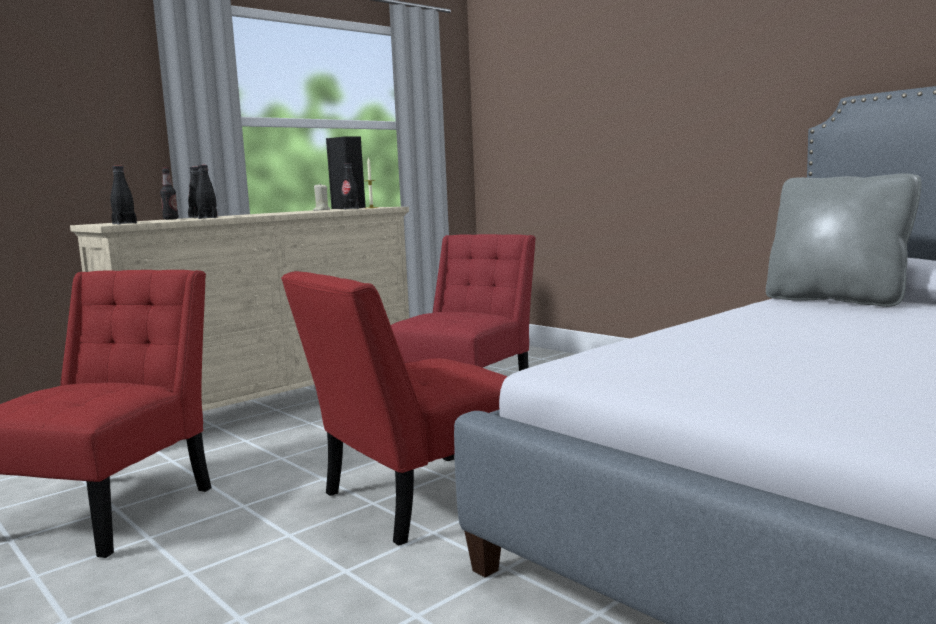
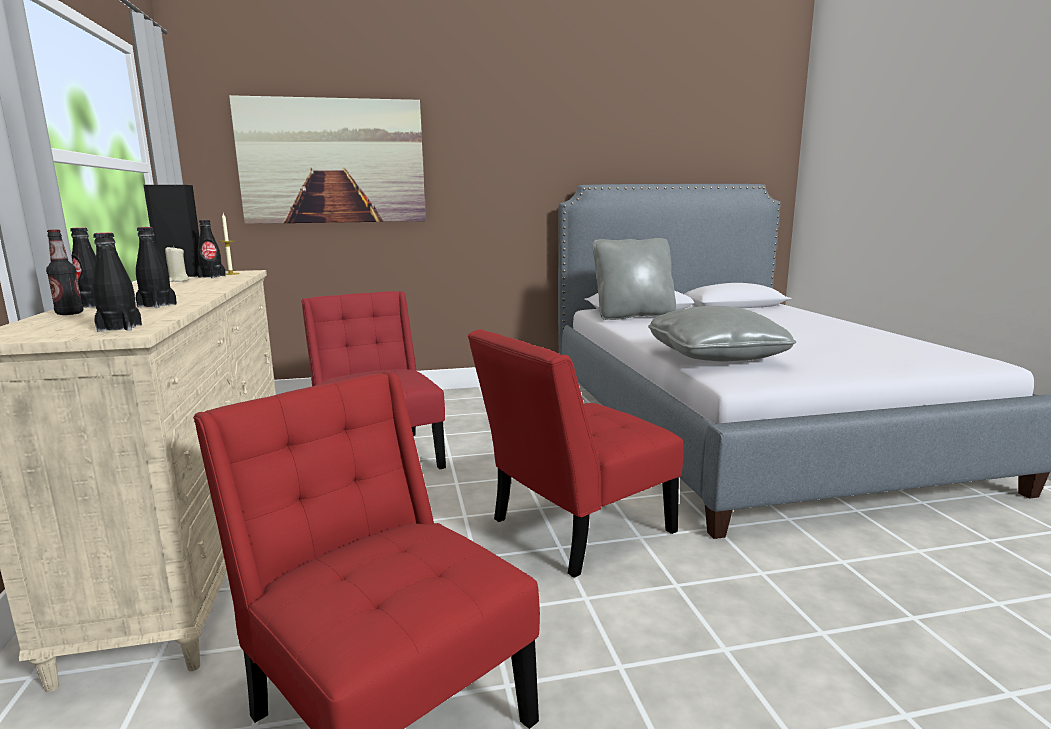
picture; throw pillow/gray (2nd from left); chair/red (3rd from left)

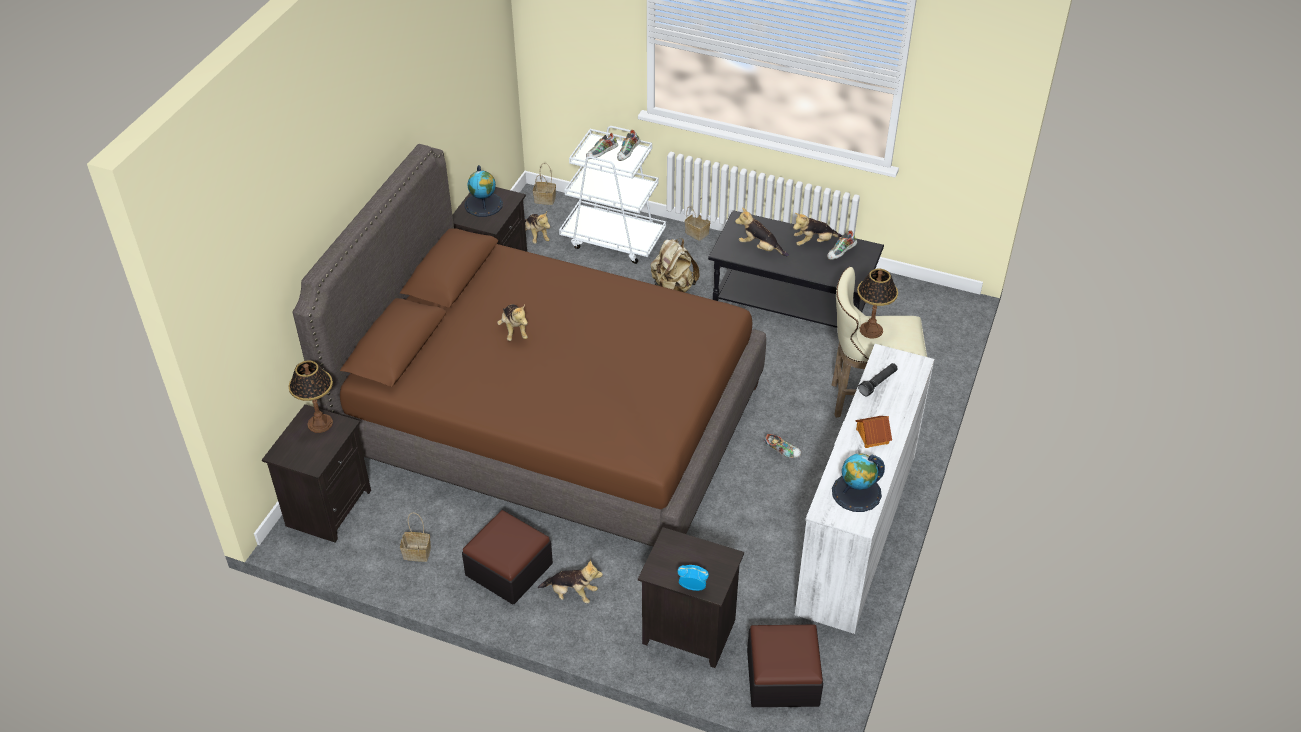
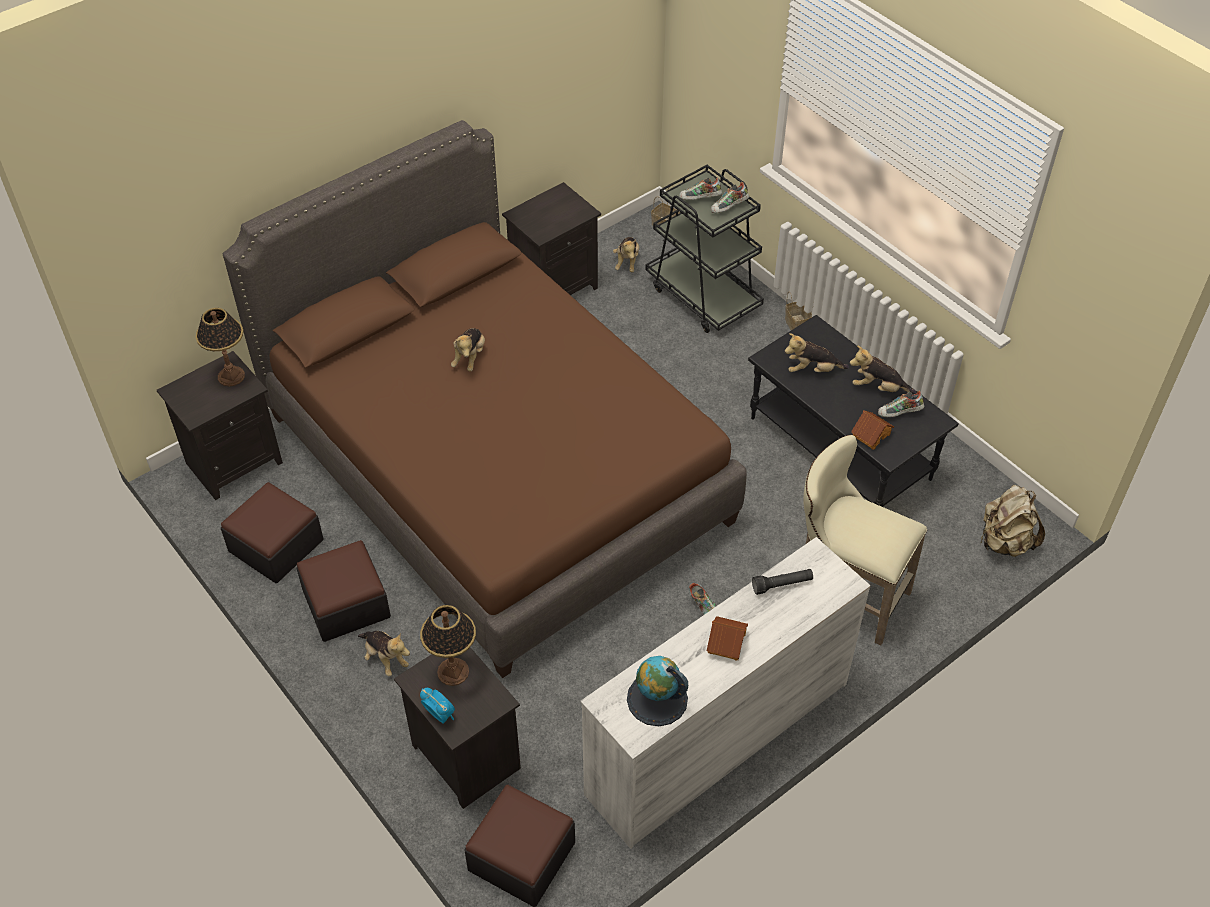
world globe (1st from left in the first image); toy house (2nd from left); knapsack/sand-coloured; table lamp (2nd from left); ottoman (1st from left); wheeled cart/blackish; plush toy (4th from left)

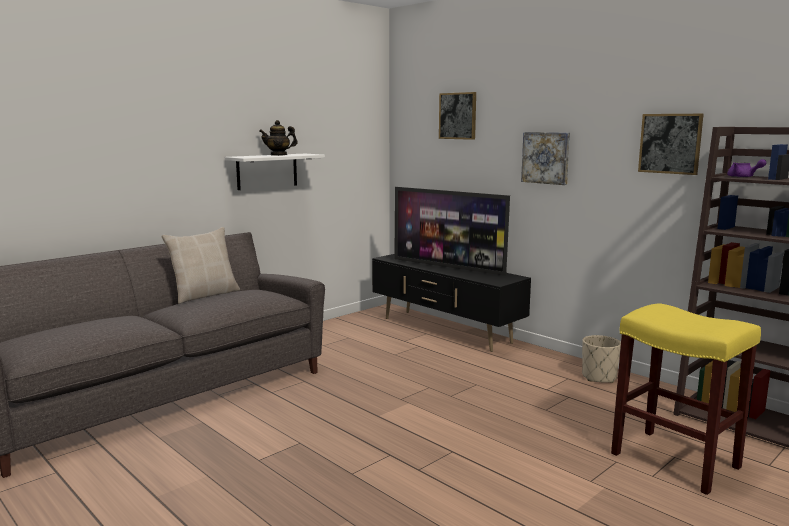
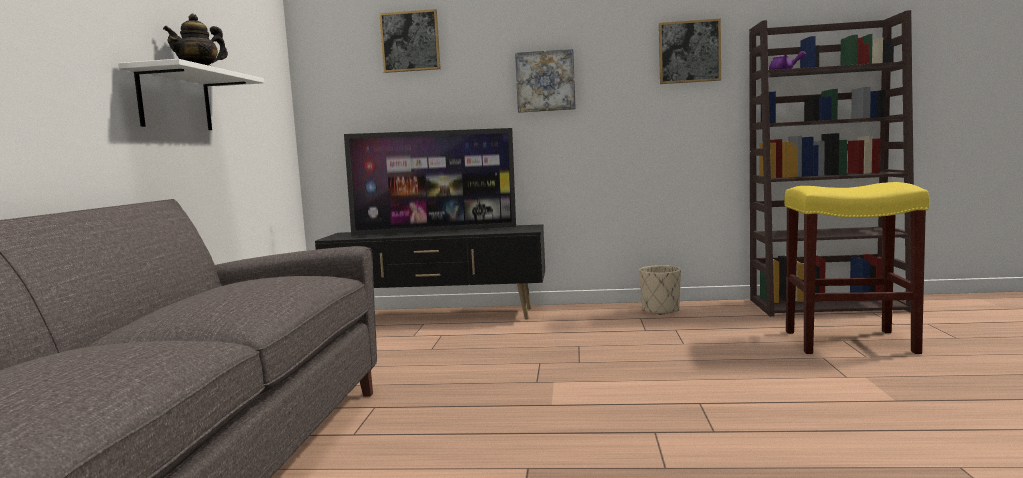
throw pillow/sand-coloured

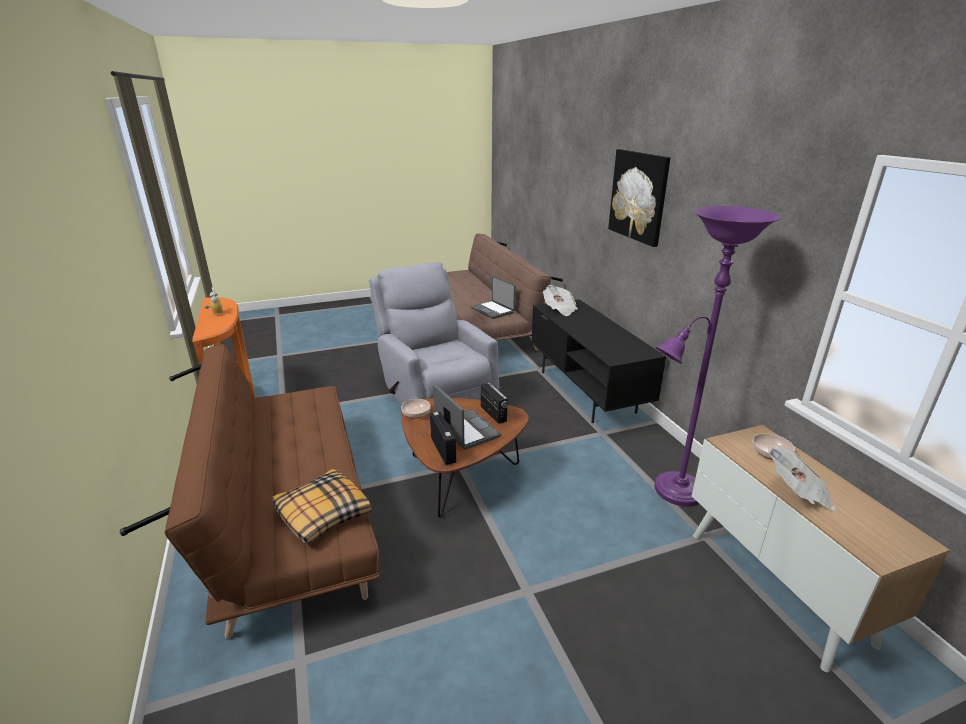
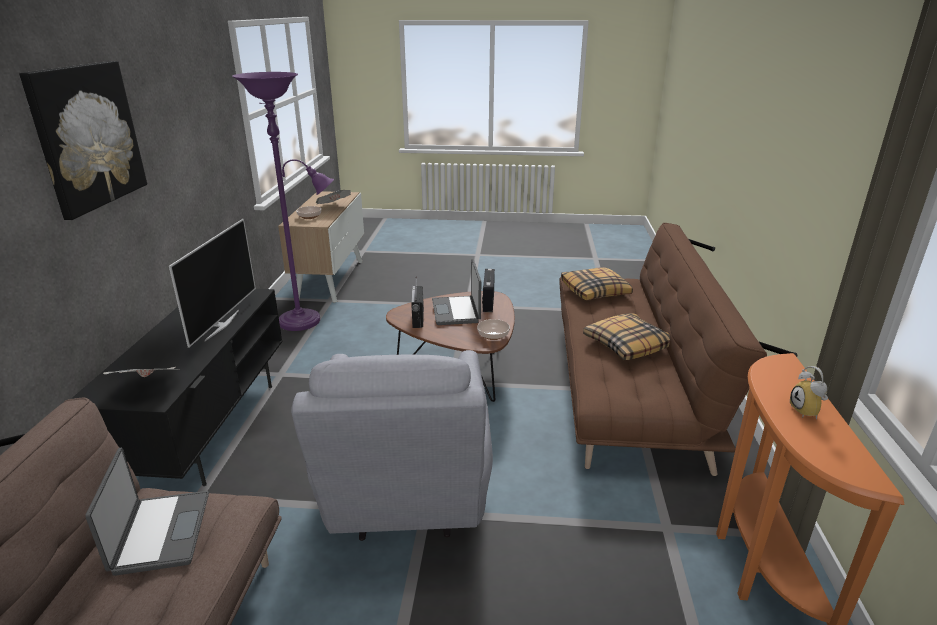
television; throw pillow (2nd from left)

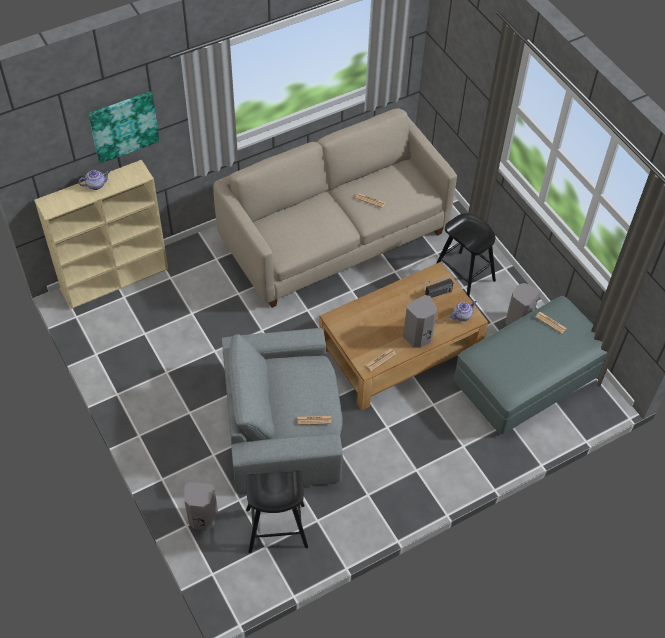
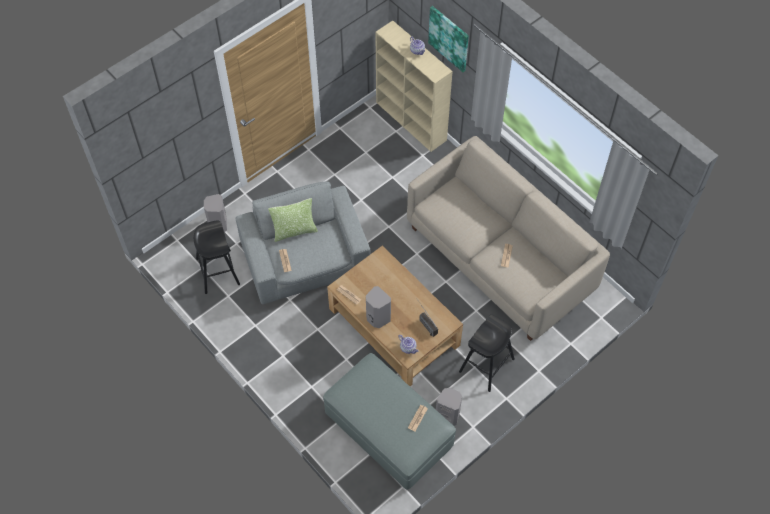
throw pillow

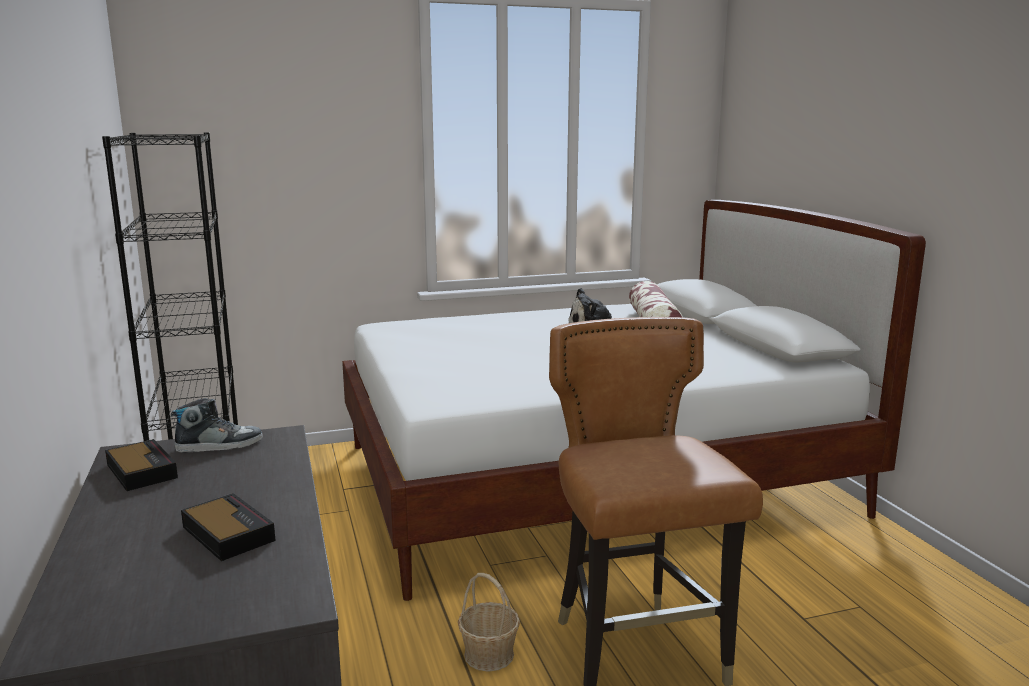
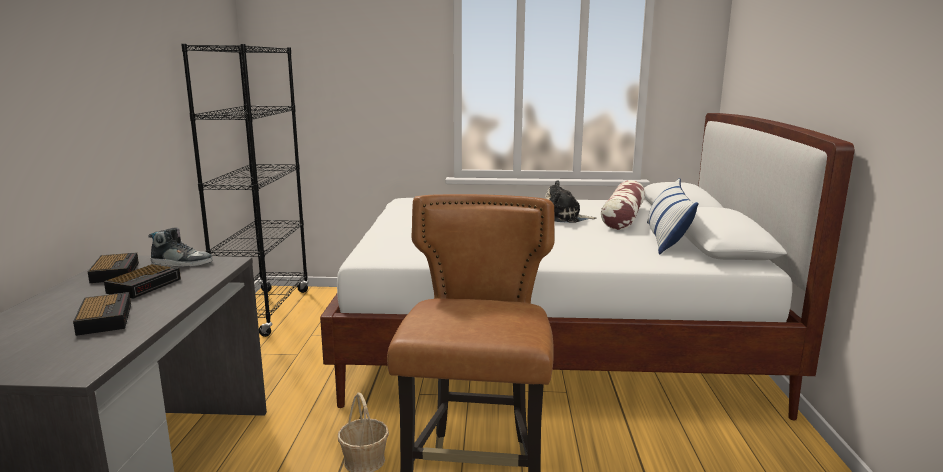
table clock (3rd from left); throw pillow (2nd from left)

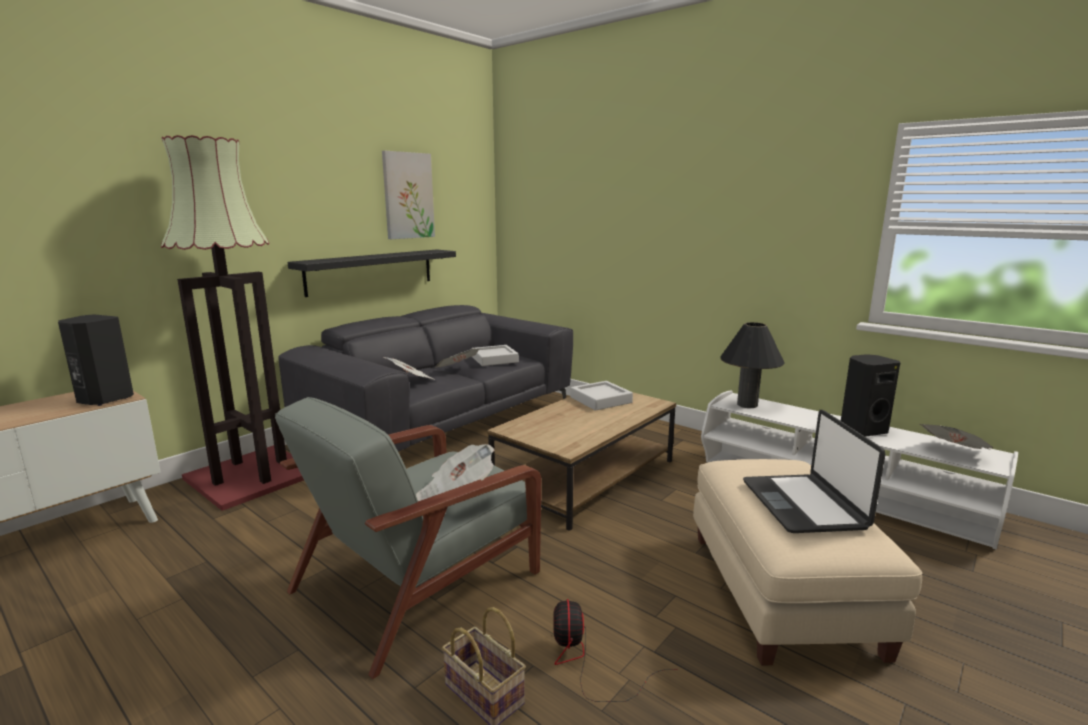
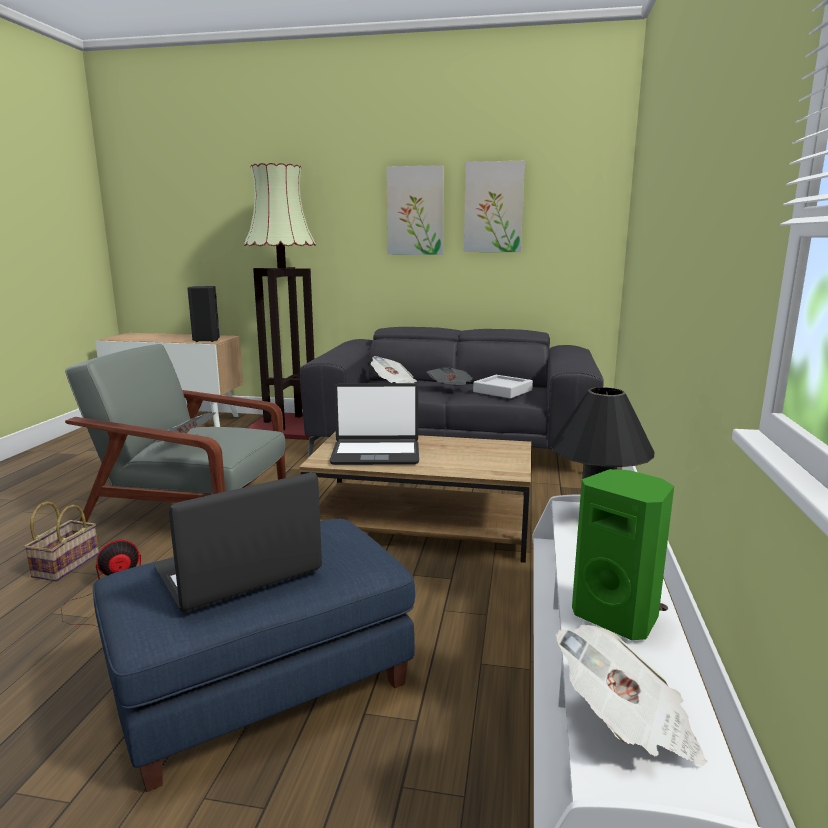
bracket shelf/blackish; carrying tray/gray (2nd from left in the first image); portable computer (2nd from left); picture (1st from left); ottoman/blue-coloured; speaker/green

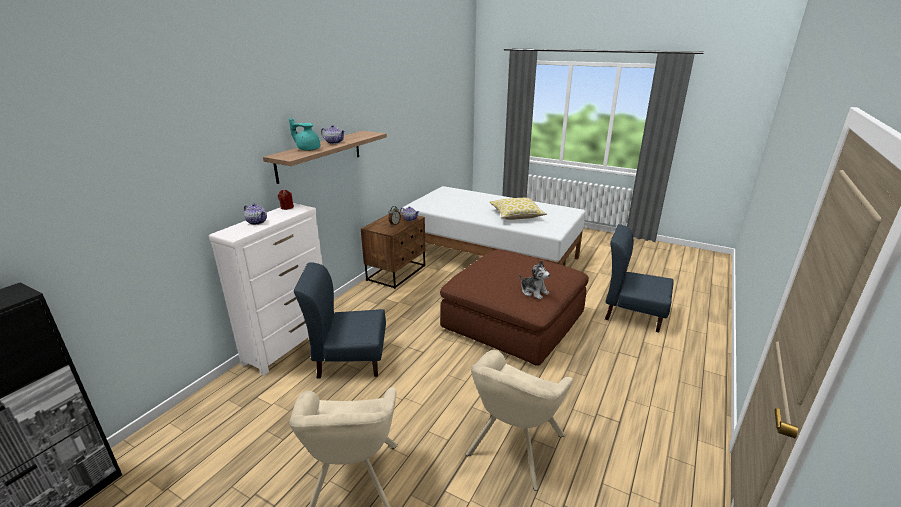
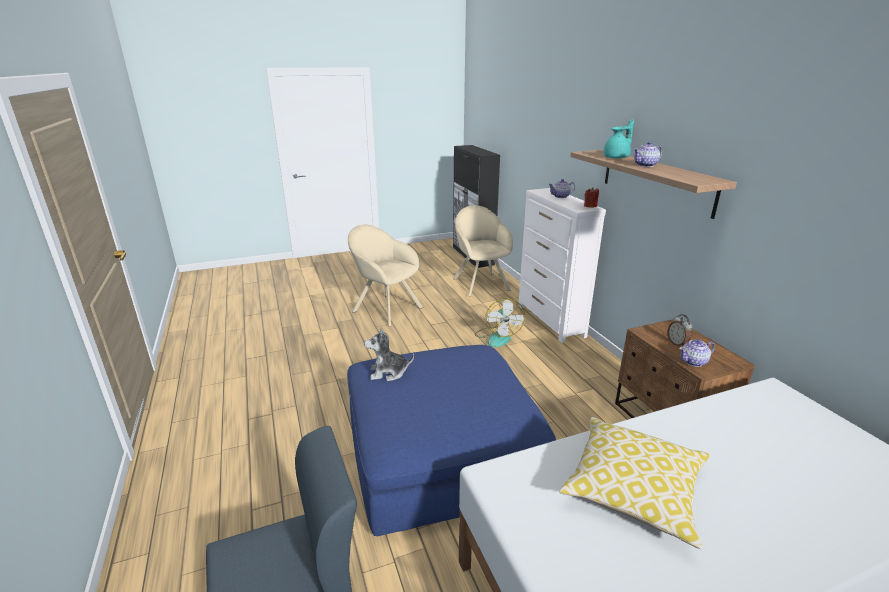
armchair/sand-coloured (2nd from left); fan; ottoman/blue-coloured

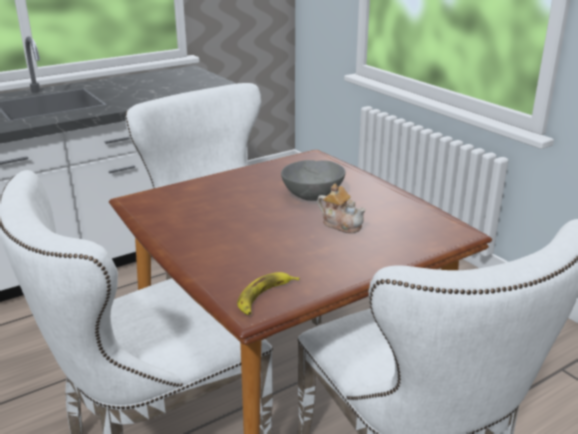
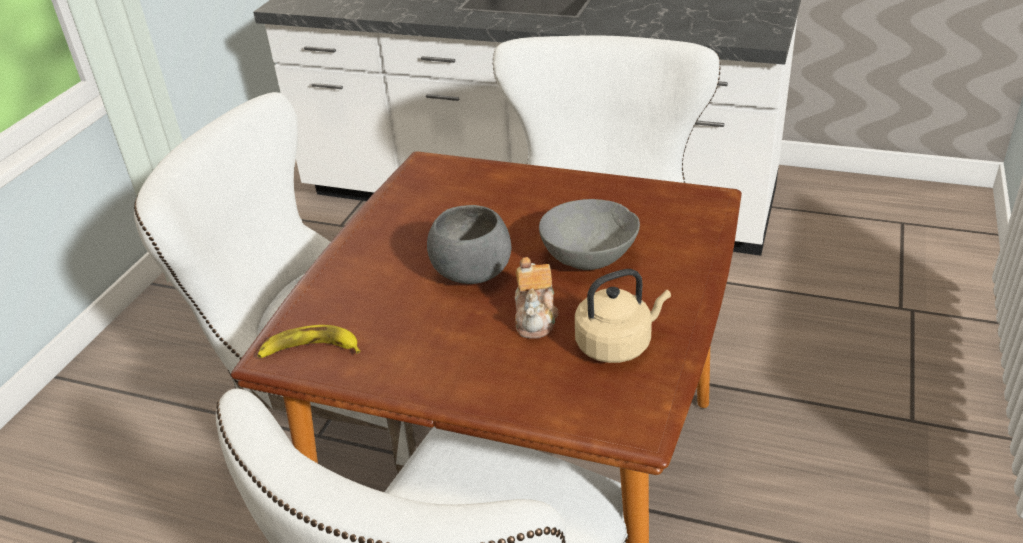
bowl/gray (1st from left); tea kettle/sand-coloured

